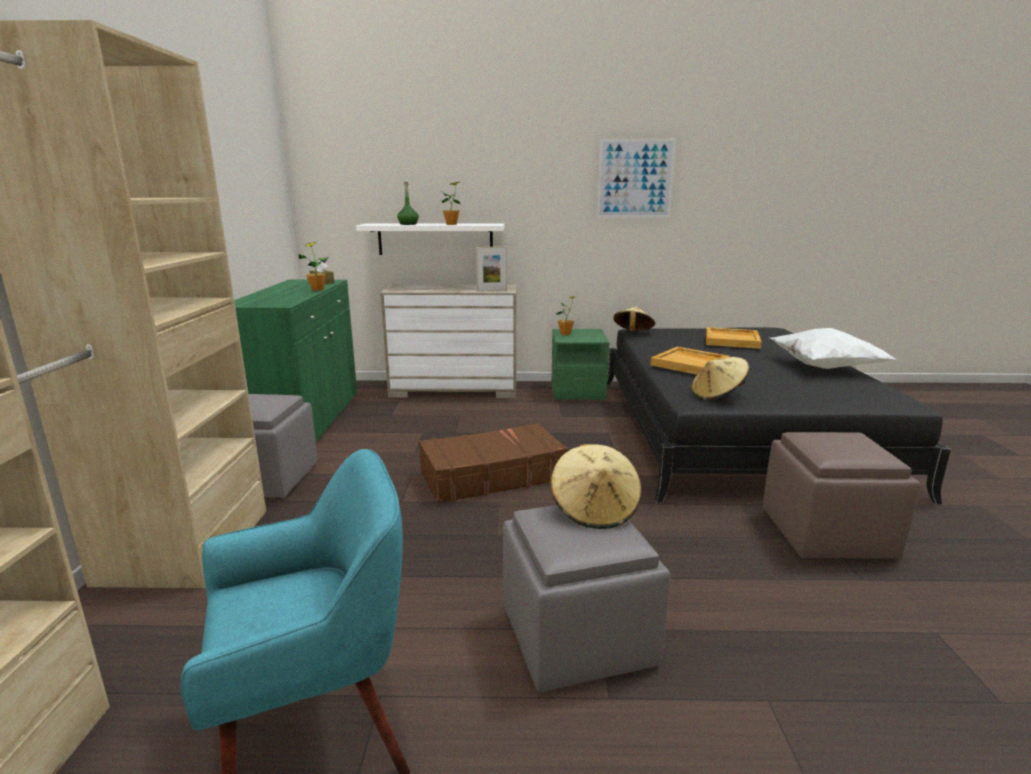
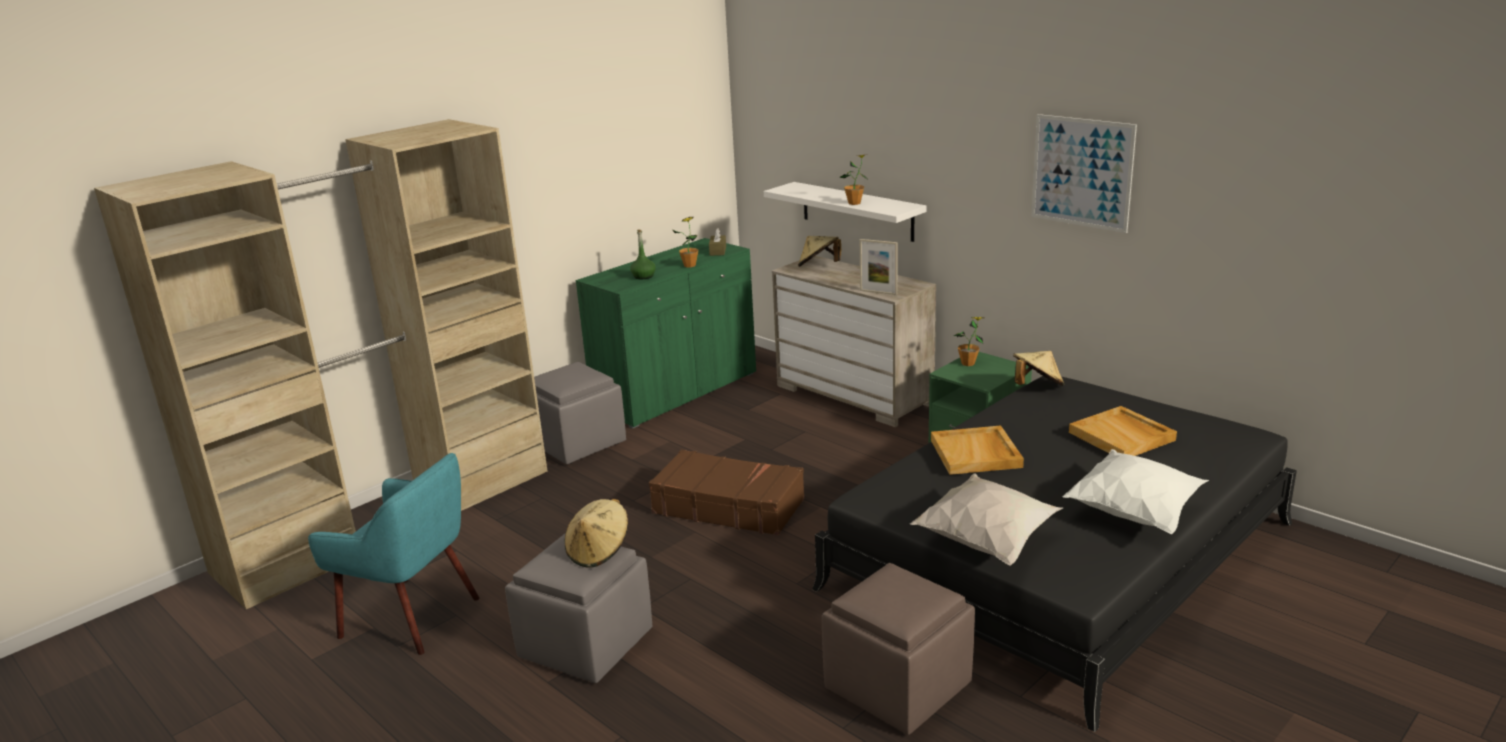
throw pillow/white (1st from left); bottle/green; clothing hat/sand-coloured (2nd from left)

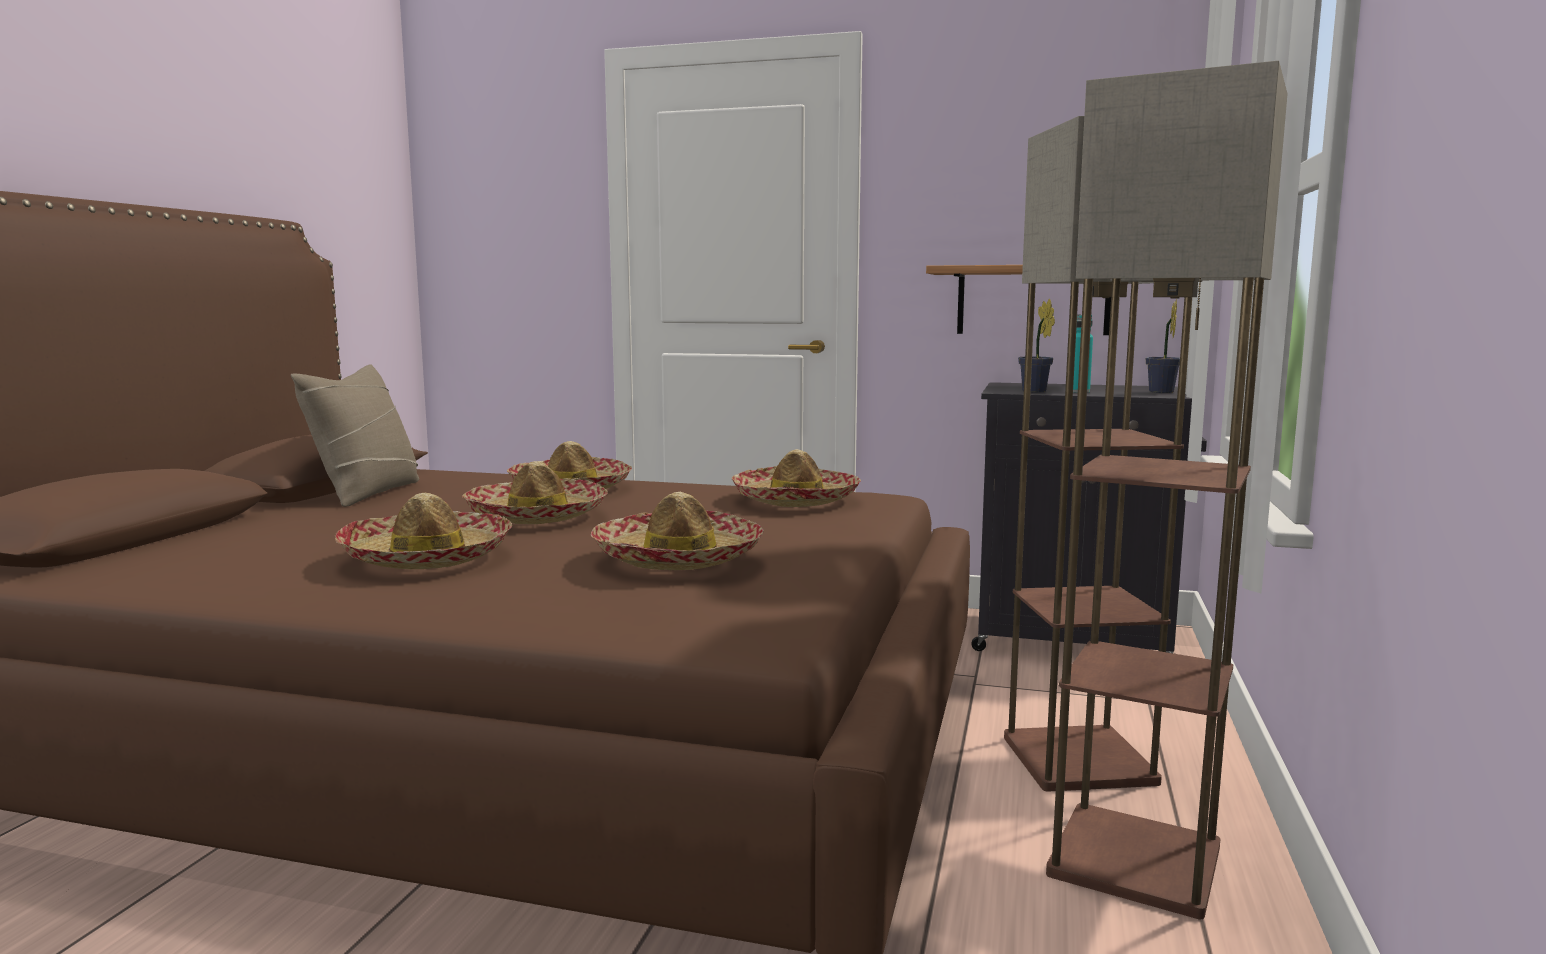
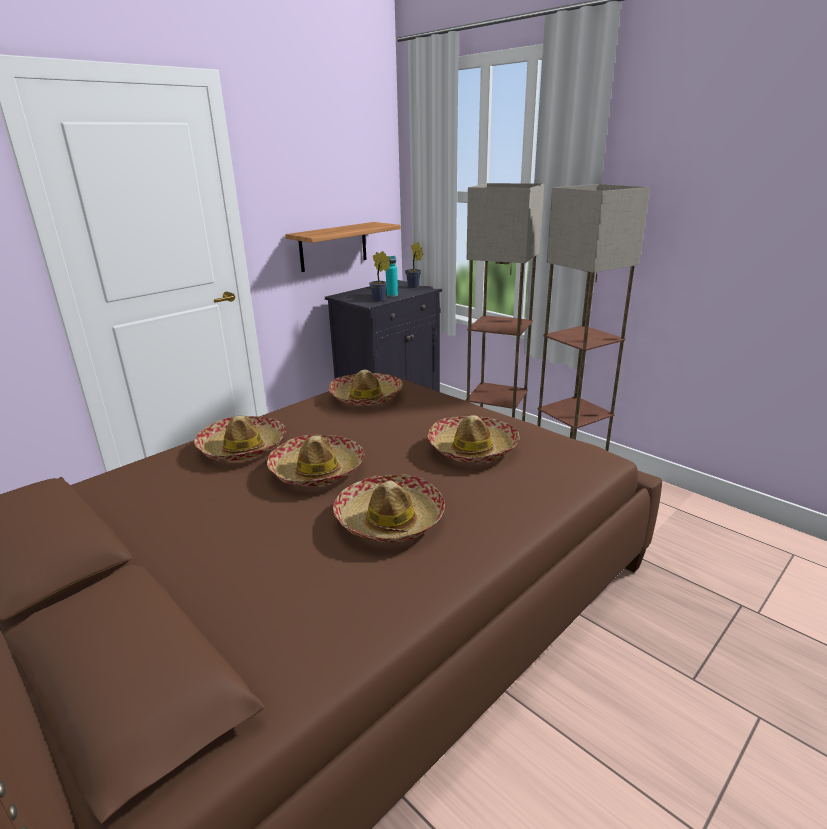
throw pillow/sand-coloured

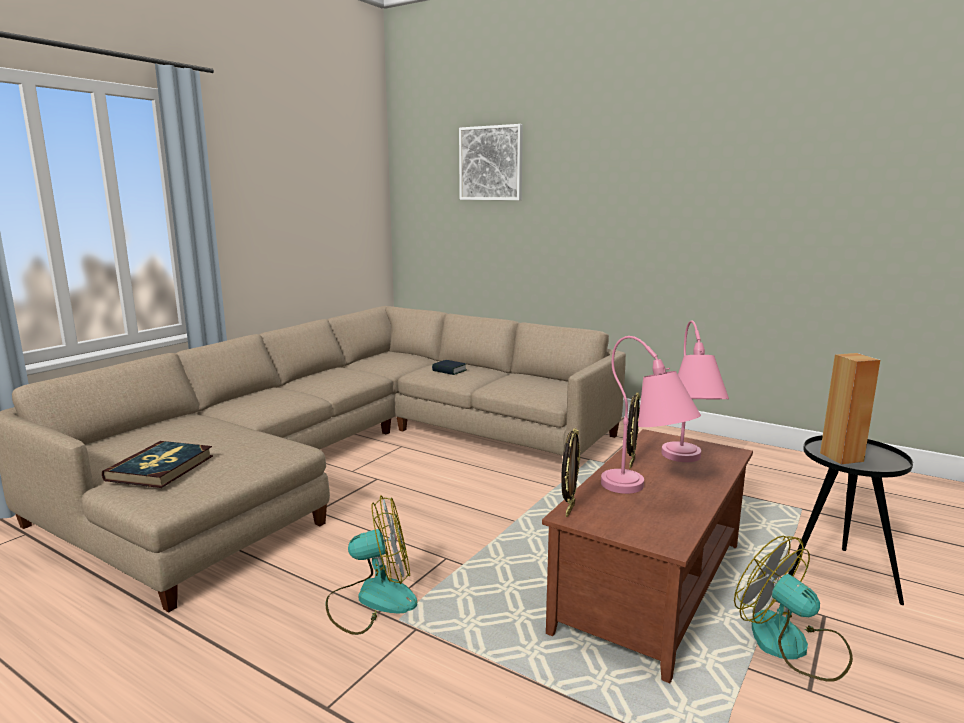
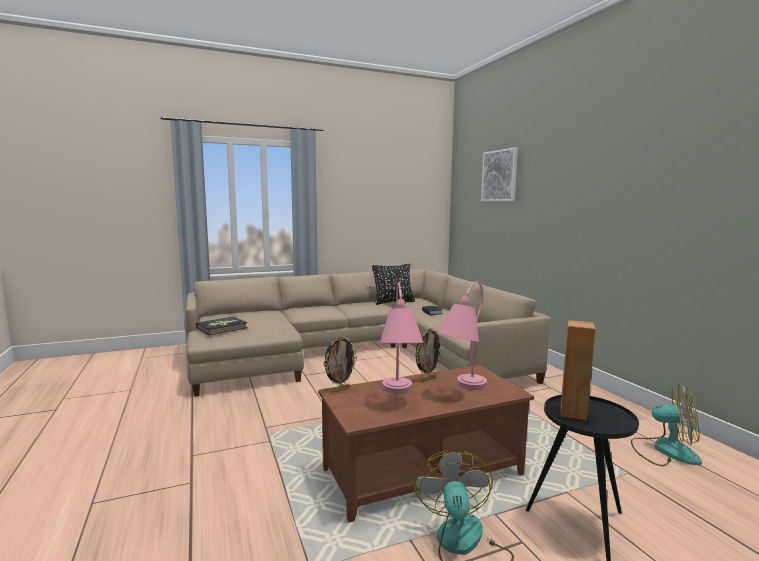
throw pillow/blackish; fan (2nd from left)

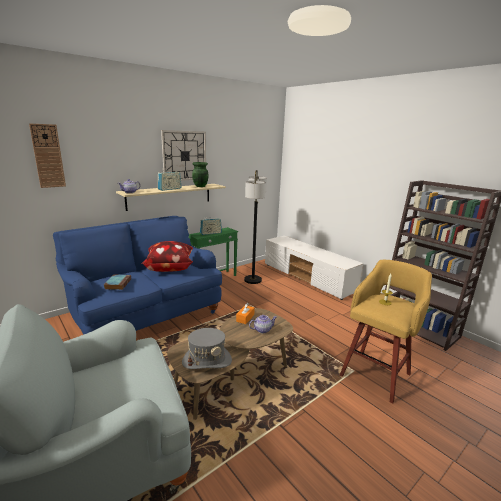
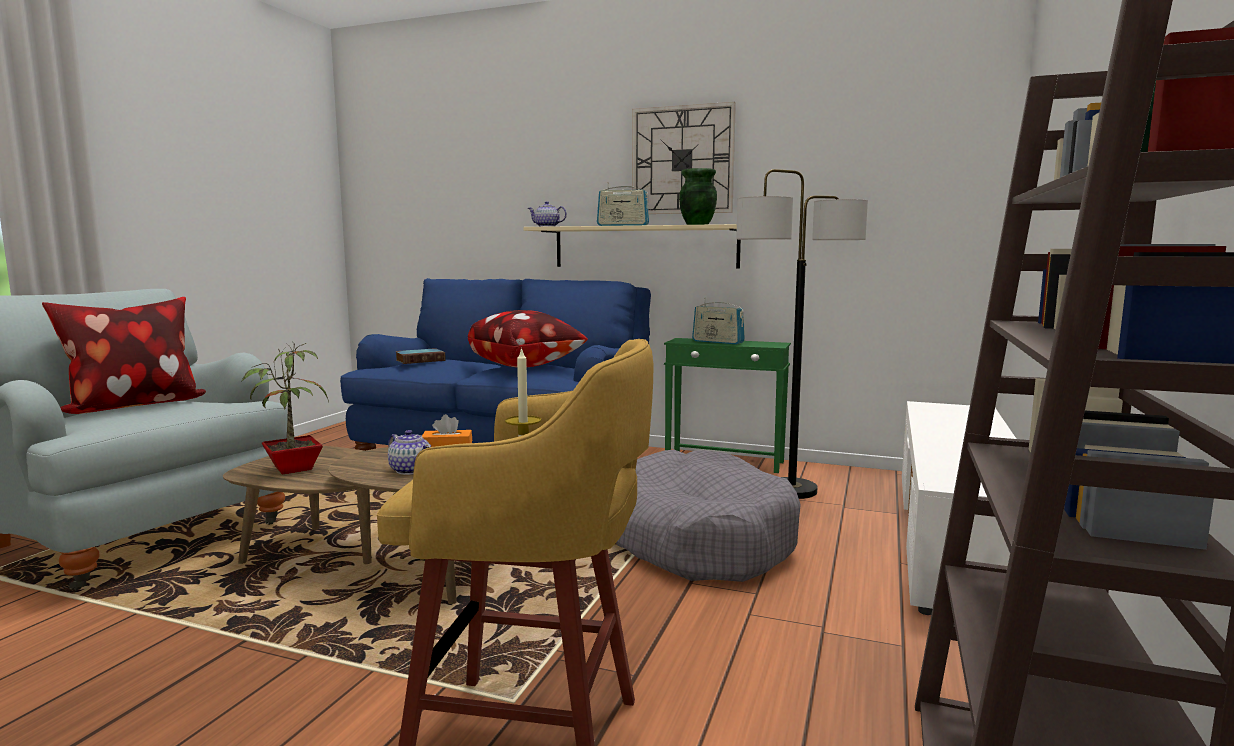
hanging clock (1st from left in the first image); throw pillow (1st from left); dog bed/gray; houseplant

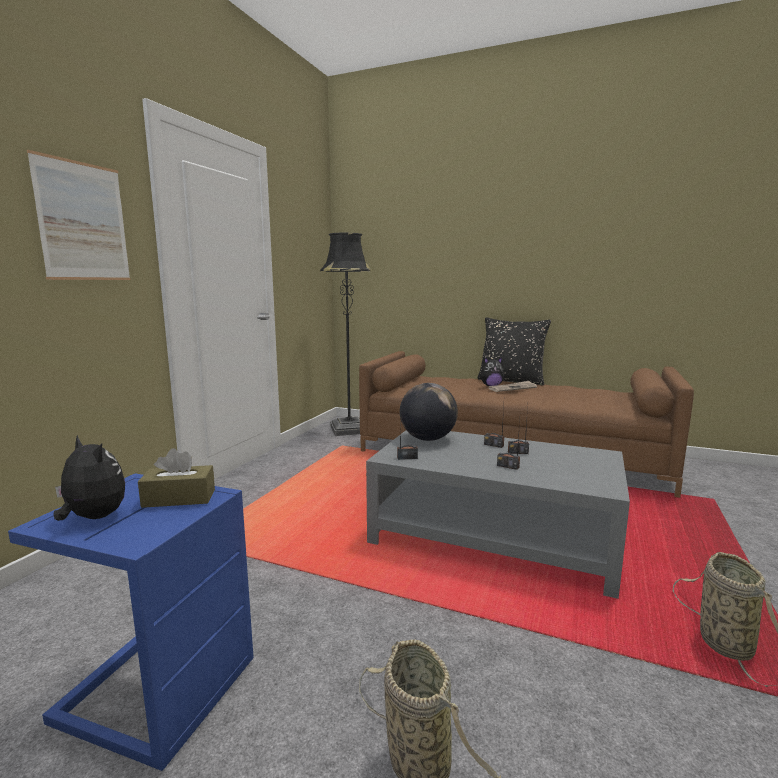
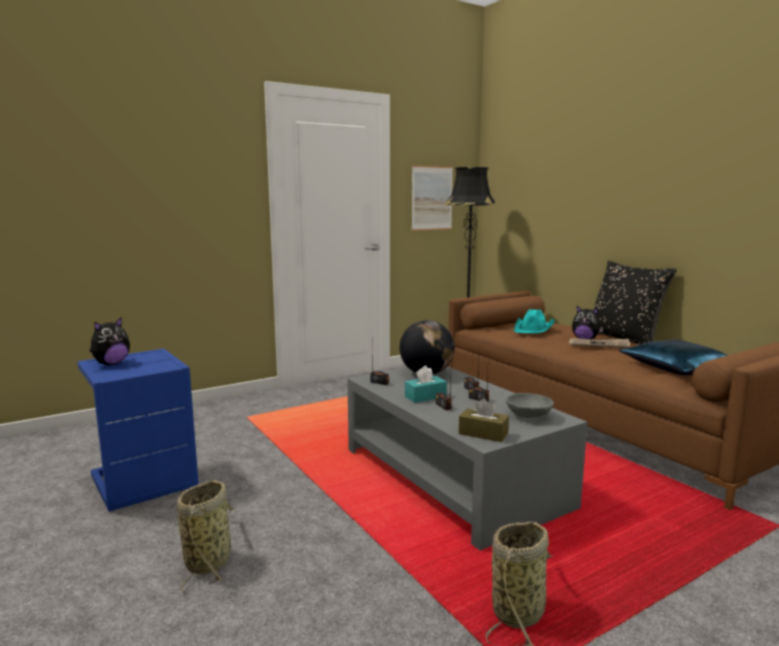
tissue box/turquoise-coloured; bowl/gray; clothing hat/turquoise-coloured; throw pillow/blue-coloured; picture; tissue box/brown; plush toy (1st from left)

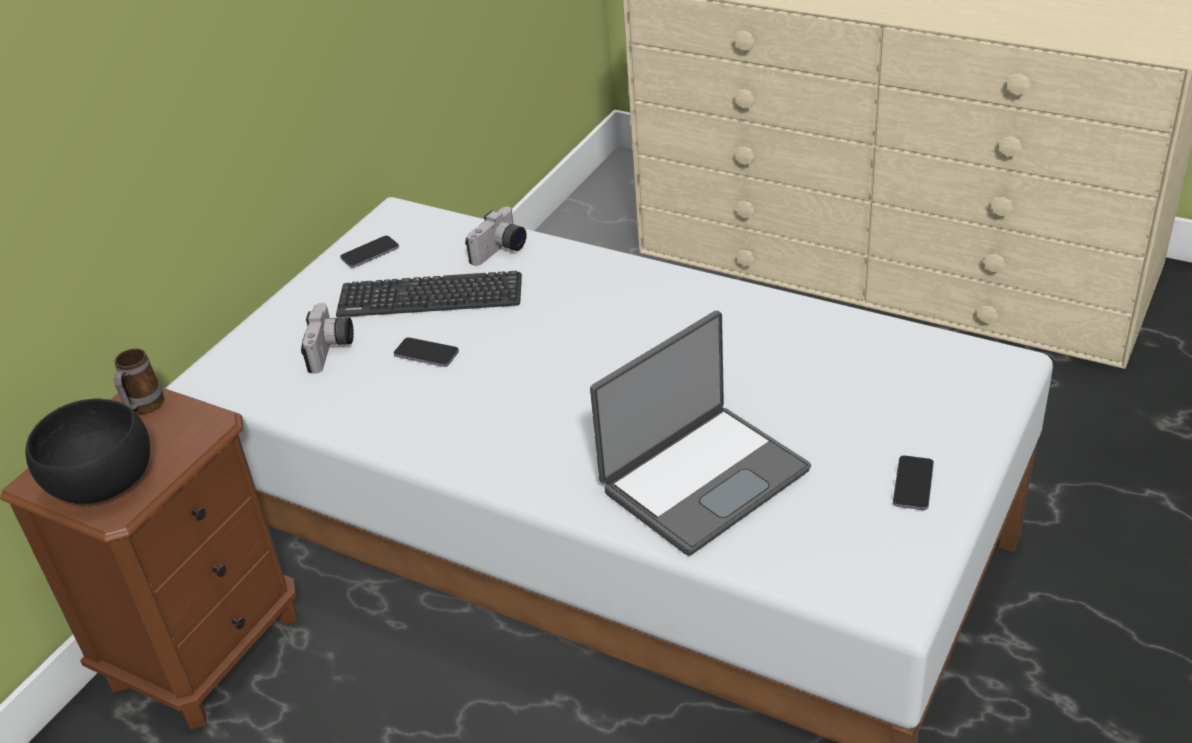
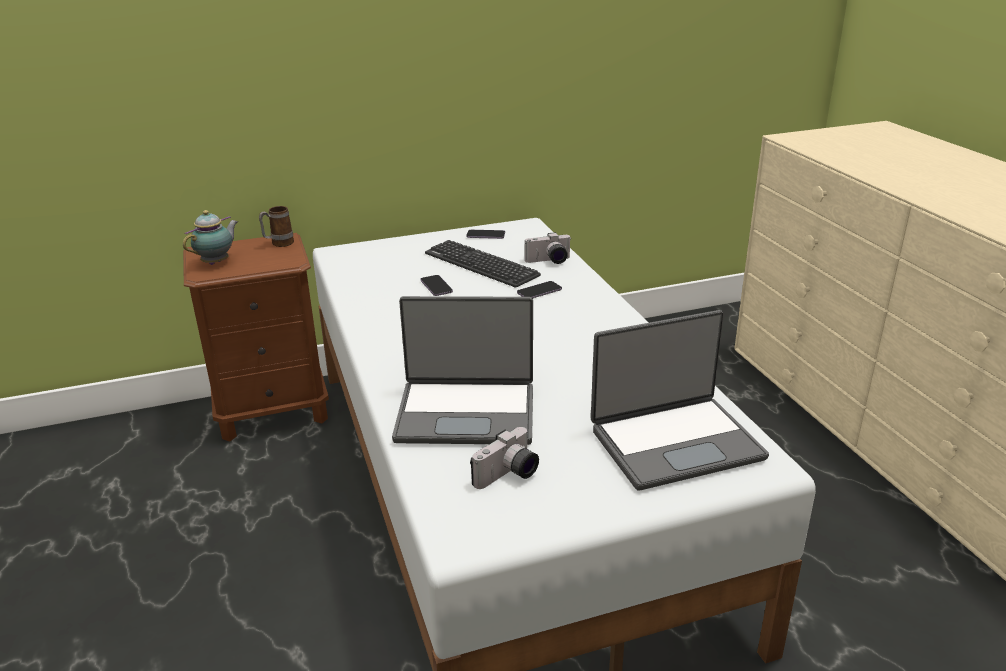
portable computer (2nd from left); photo camera (1st from left); phone (3rd from left); pot for tea

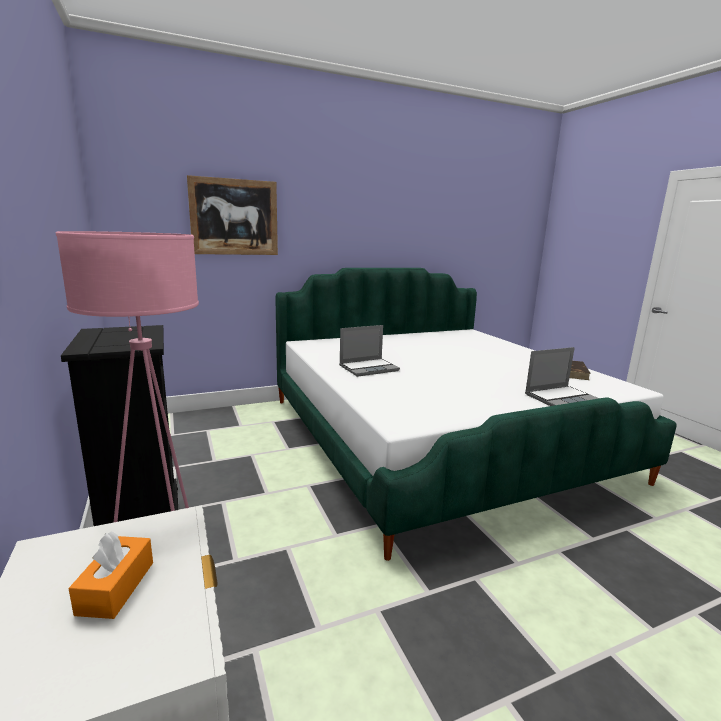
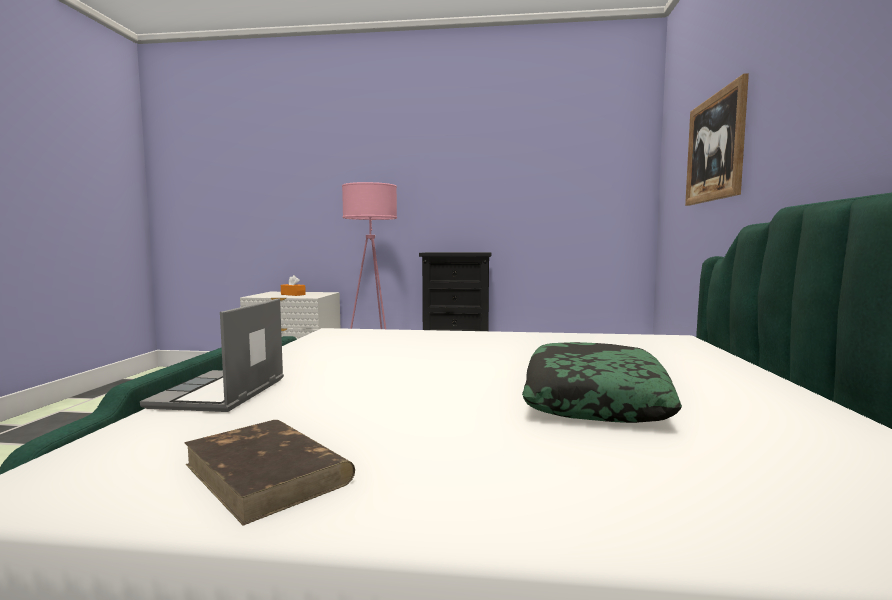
portable computer (1st from left in the first image); throw pillow

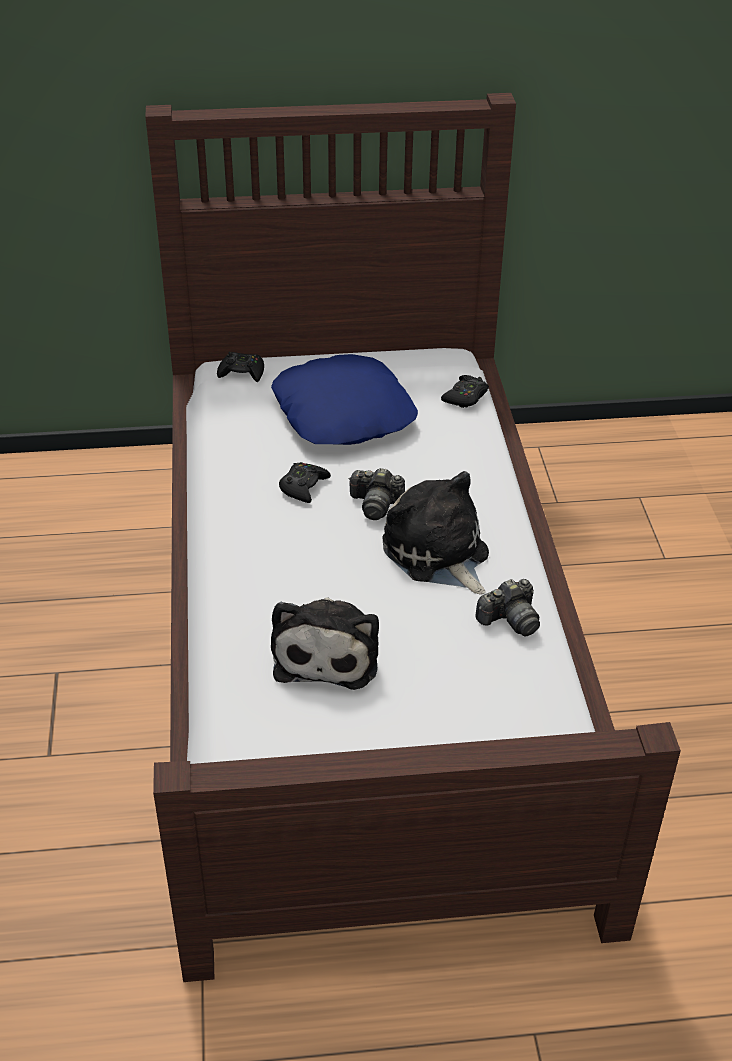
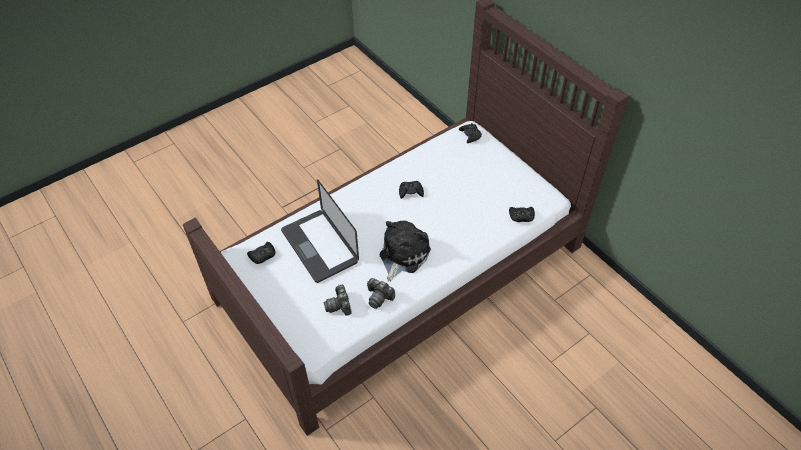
throw pillow/blue-coloured; joypad/blackish (1st from left); photo camera (1st from left); portable computer

